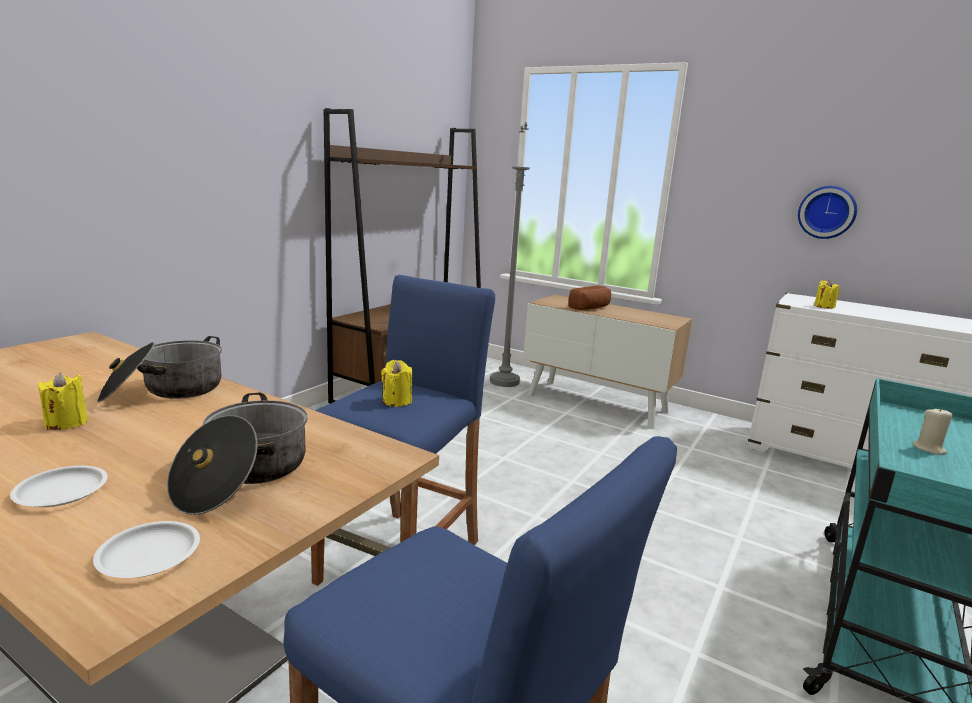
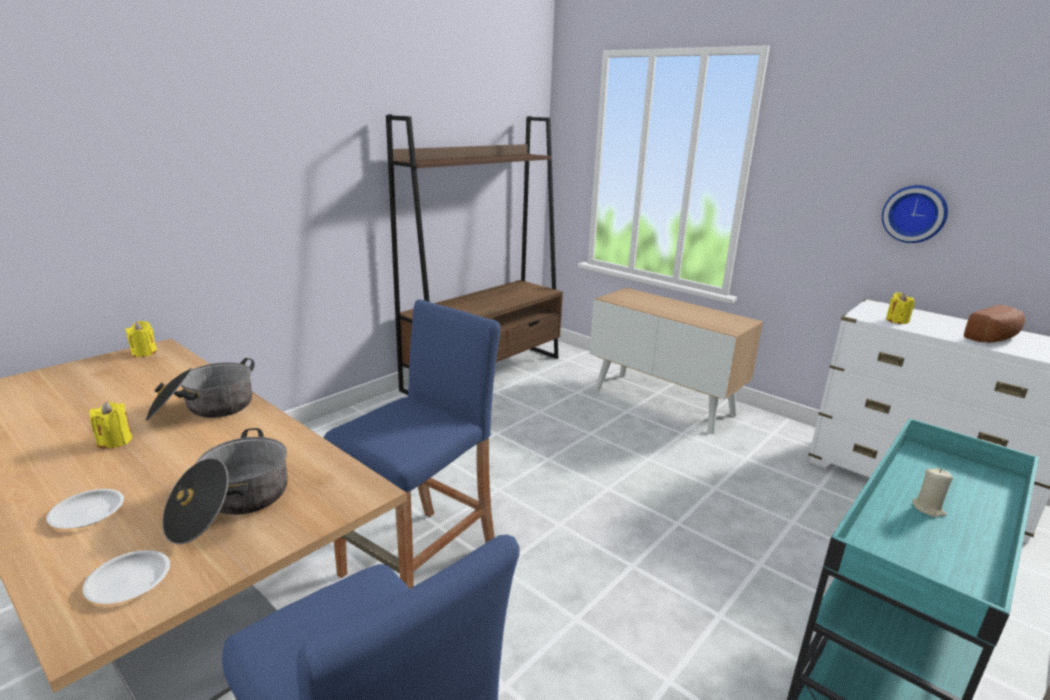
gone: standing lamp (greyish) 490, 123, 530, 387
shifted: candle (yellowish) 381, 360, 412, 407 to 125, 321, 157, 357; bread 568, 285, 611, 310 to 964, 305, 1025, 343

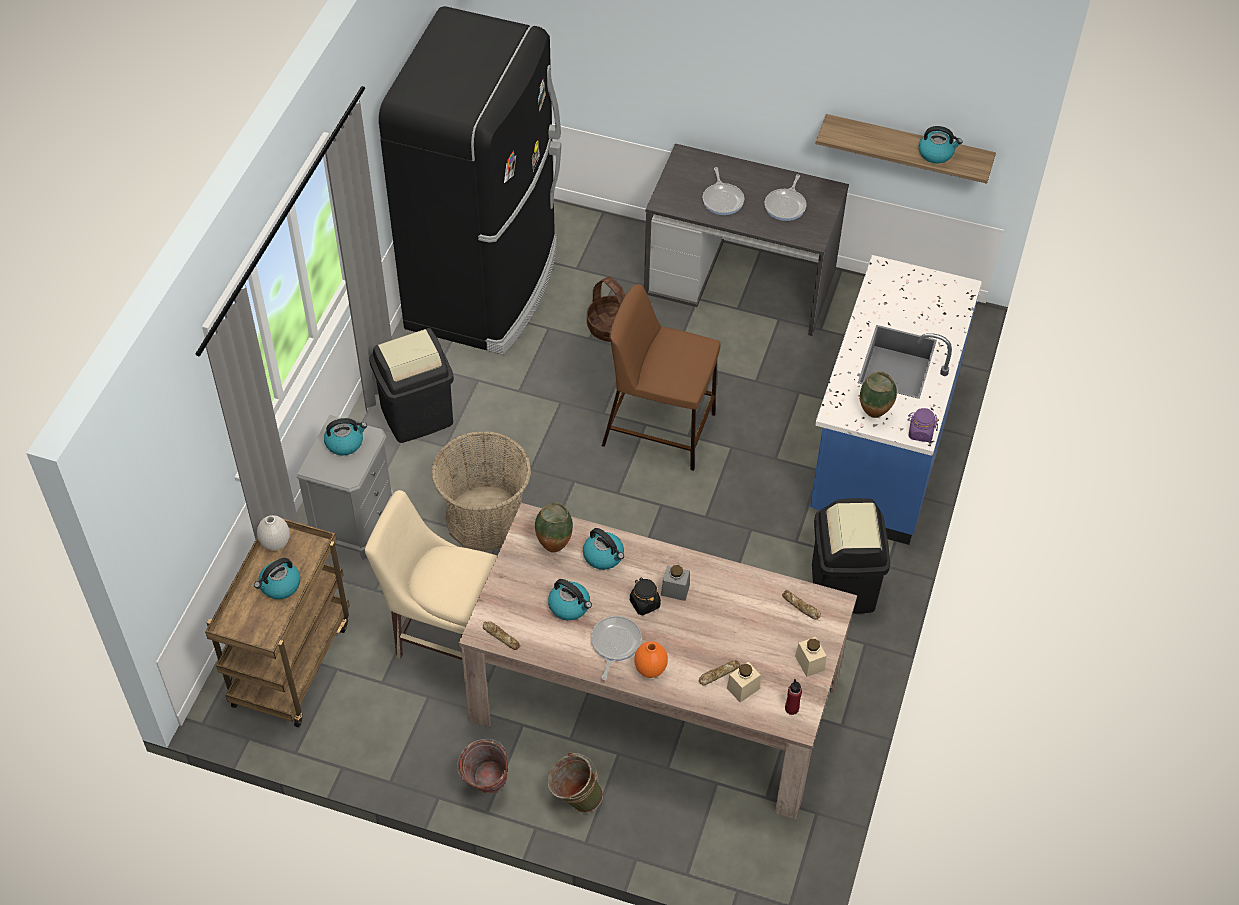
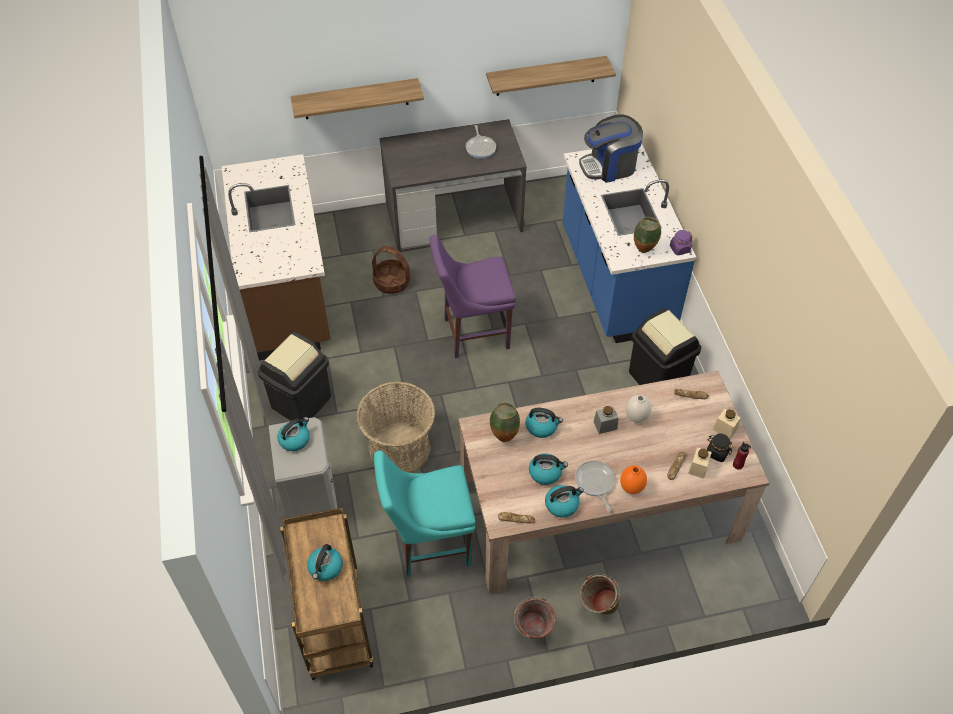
gone: frying pan 703, 167, 744, 215
new: shelf 290, 78, 424, 119; coffee brewer 579, 115, 643, 183
shifted: tea kettle 918, 126, 962, 163 to 545, 485, 584, 518; vase (white) 257, 515, 290, 551 to 626, 395, 651, 423; preserve jar (blackish) 630, 577, 661, 615 to 707, 433, 733, 462
swapped: refrigerator (blackish) 379, 6, 561, 355 to kitchen base unit (brown) 222, 154, 331, 360; stool seat (brown) 602, 284, 720, 471 to upright chair (purplish) 430, 235, 516, 358
repainted: upright chair (beige-coloured) 365, 490, 497, 660 to upright chair (blue-green) 374, 450, 476, 577

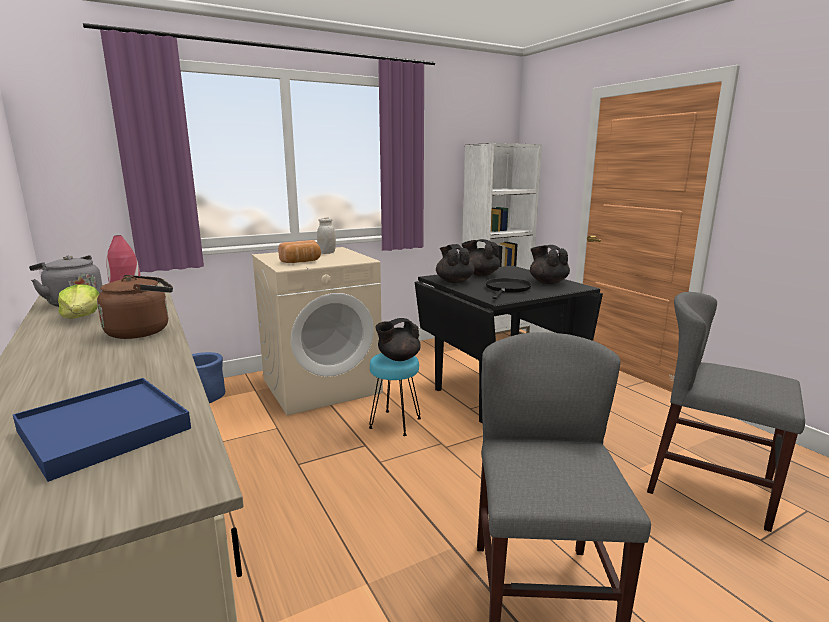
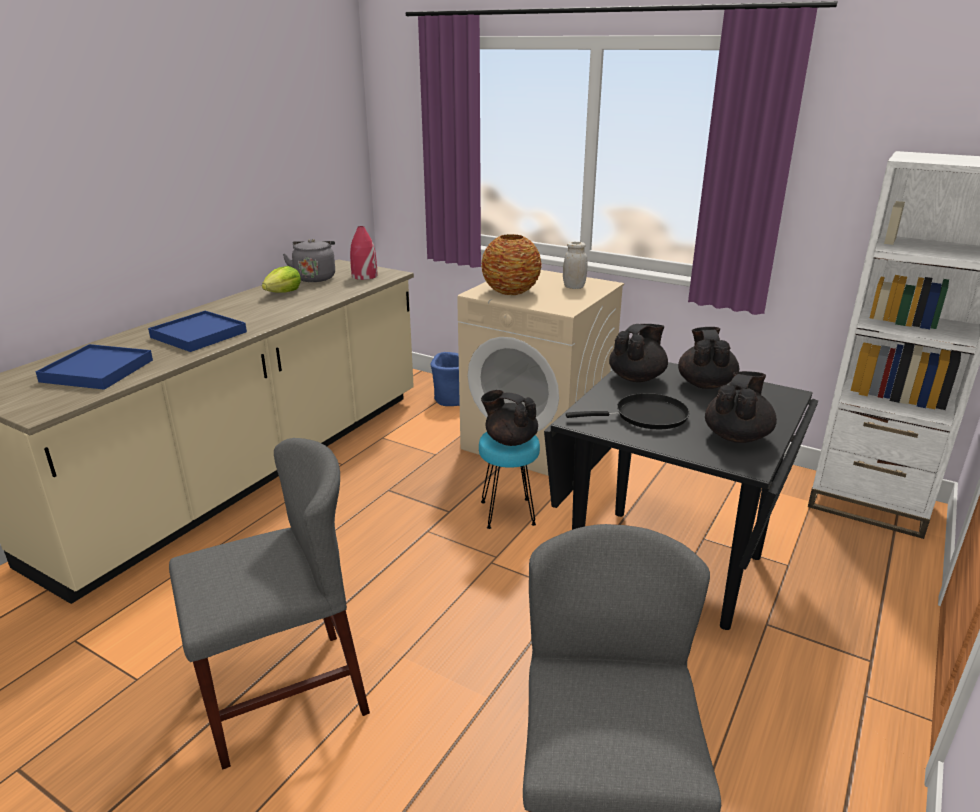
gone: tea kettle (brown) 97, 275, 173, 339
new: tray (blue) 148, 311, 247, 352
swapped: bread 278, 240, 321, 263 to vase 481, 234, 542, 295

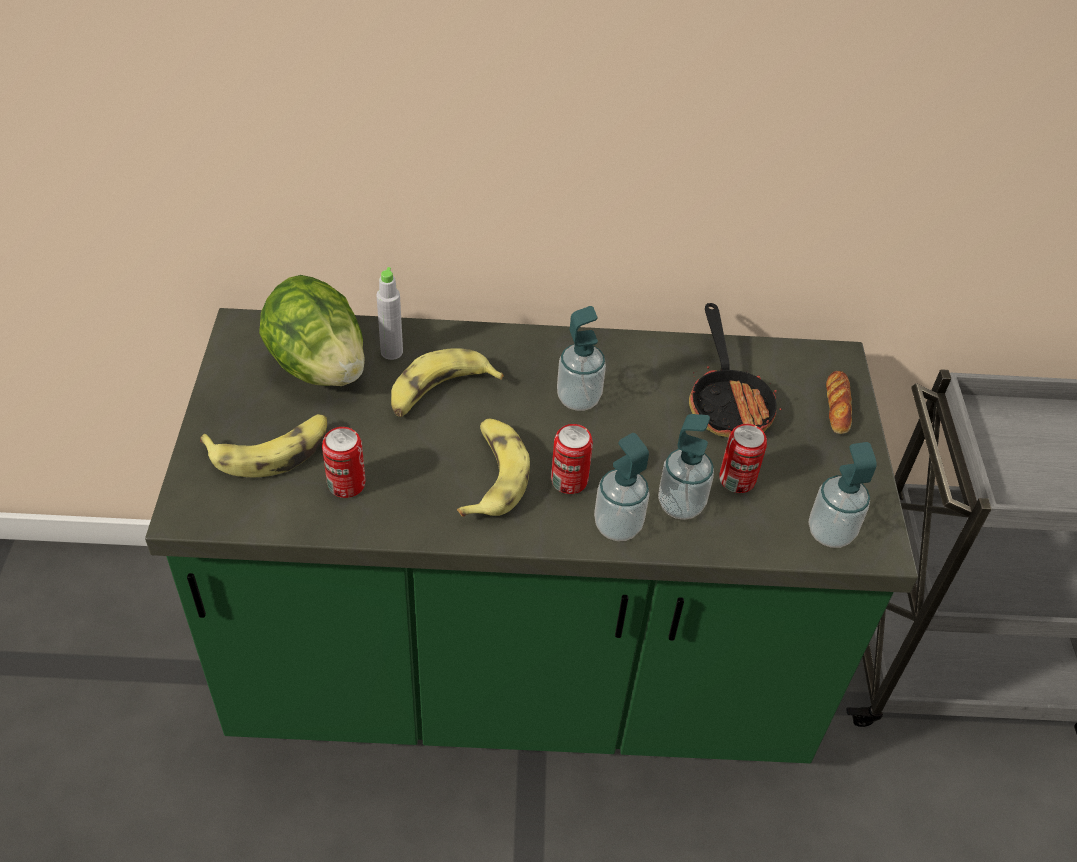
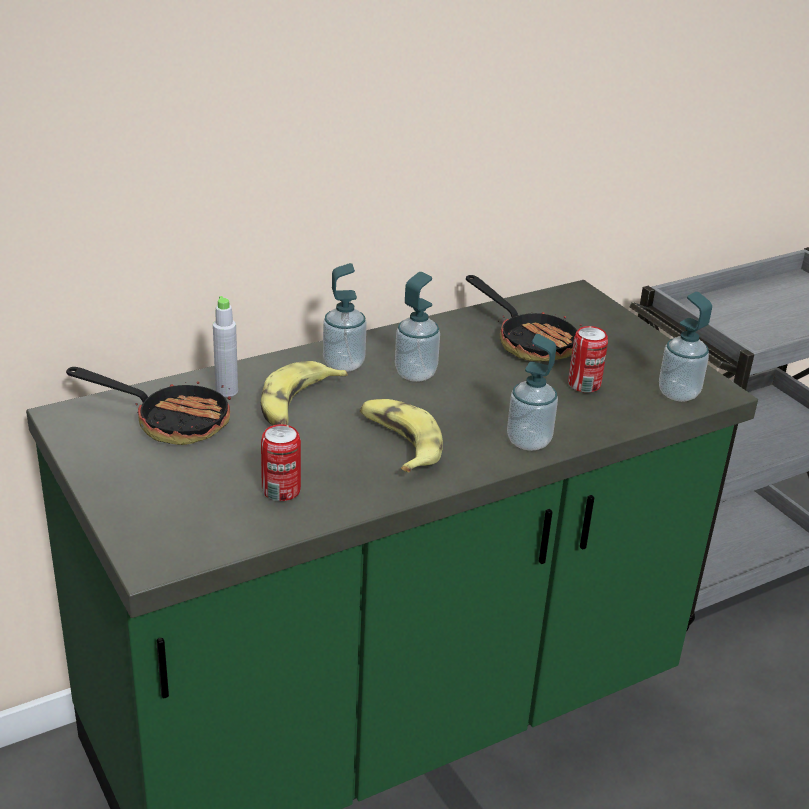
gone: whole banana 200, 414, 327, 477; can 551, 424, 593, 494; bread 826, 371, 852, 434
shifted: liquid soap bottle 658, 414, 714, 520 to 323, 263, 367, 372
swapped: head of lettuce 259, 275, 365, 386 to frying pan 66, 367, 231, 445

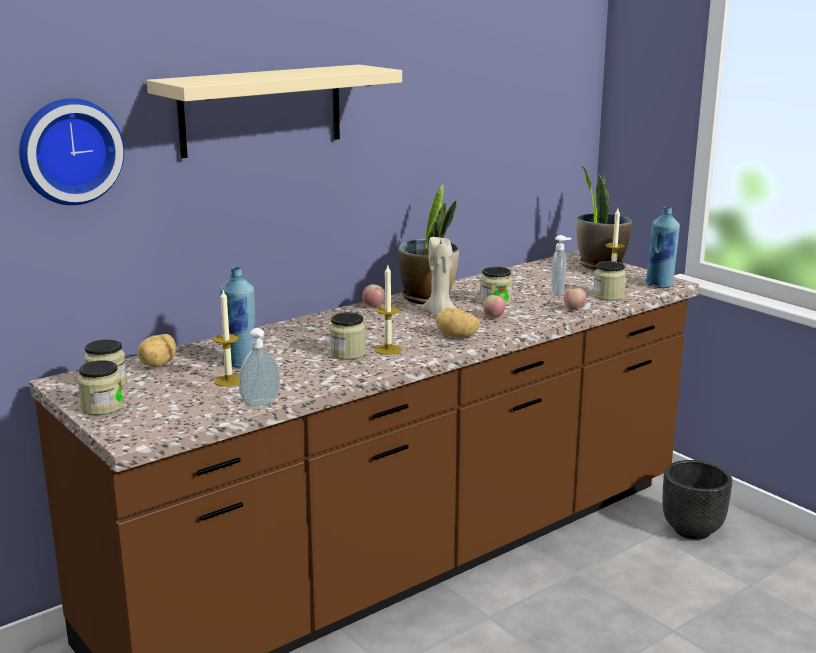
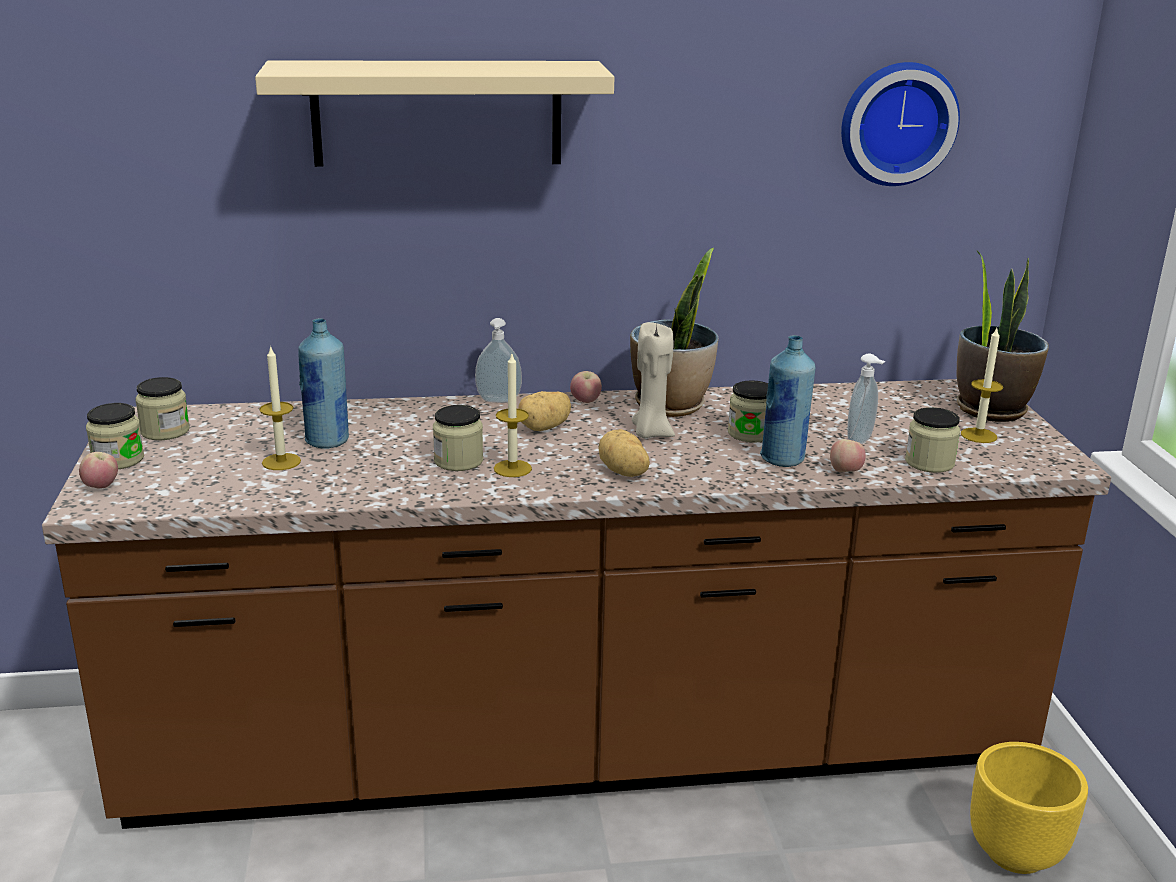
shifted: apple 483, 295, 506, 317 to 79, 452, 118, 489; liquid soap bottle 239, 328, 280, 407 to 475, 318, 522, 403; whole potato 138, 334, 176, 367 to 518, 391, 571, 431; beverage bottle (blue) 646, 206, 680, 288 to 760, 335, 815, 467; hanging clock 19, 98, 124, 205 to 841, 62, 960, 186
repainted: flower pot (blackish) 662, 460, 732, 540 to flower pot (yellowish) 970, 742, 1088, 874

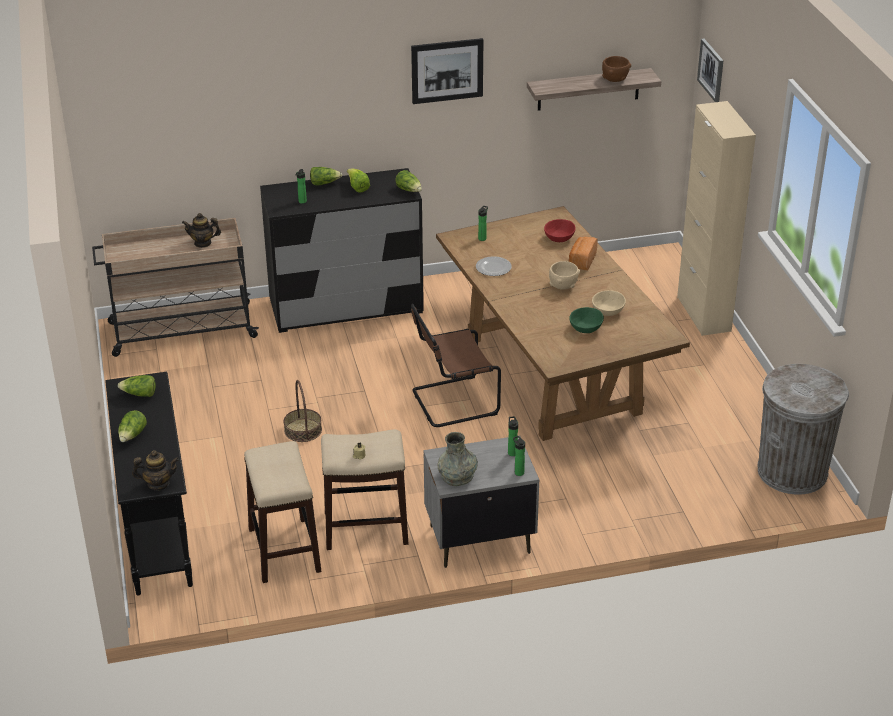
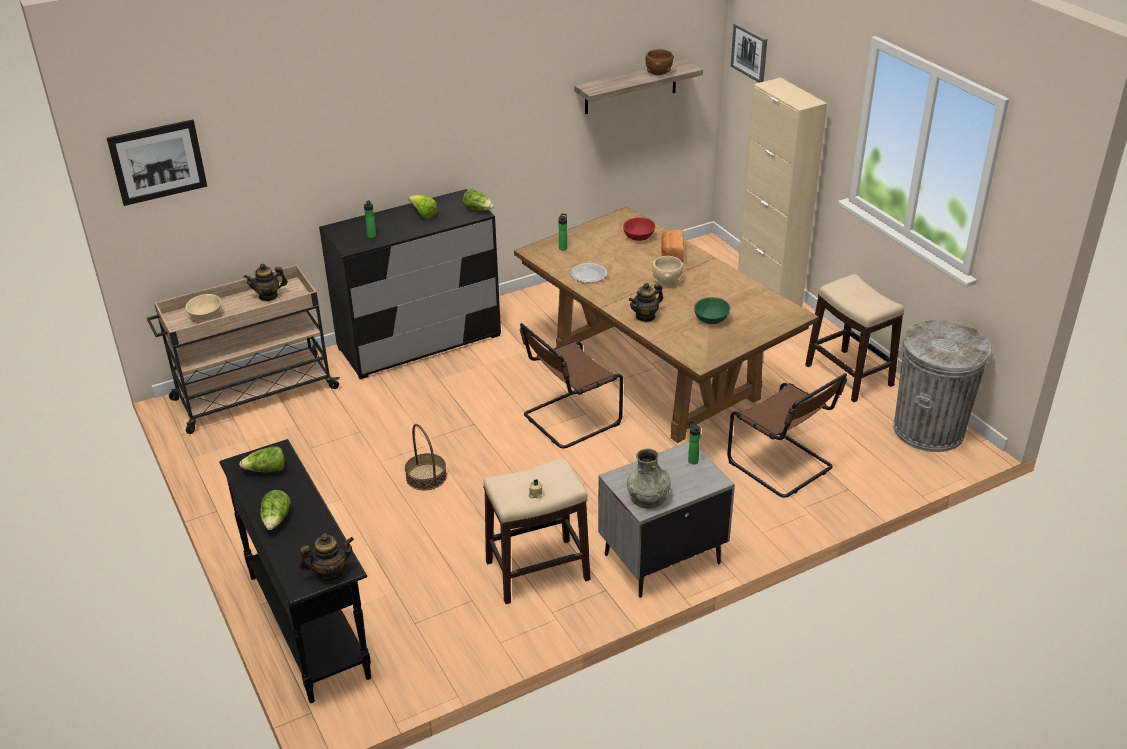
gone: head of lettuce 310, 167, 342, 185; beverage bottle 513, 436, 525, 476
new: teapot 629, 283, 663, 322; upright chair (brown) 727, 373, 847, 498
shifted: picture 411, 38, 483, 104 to 107, 120, 207, 206; deep dish (beige-coloured) 592, 290, 626, 316 to 186, 294, 221, 320; stool seat 244, 441, 321, 583 to 805, 274, 904, 402

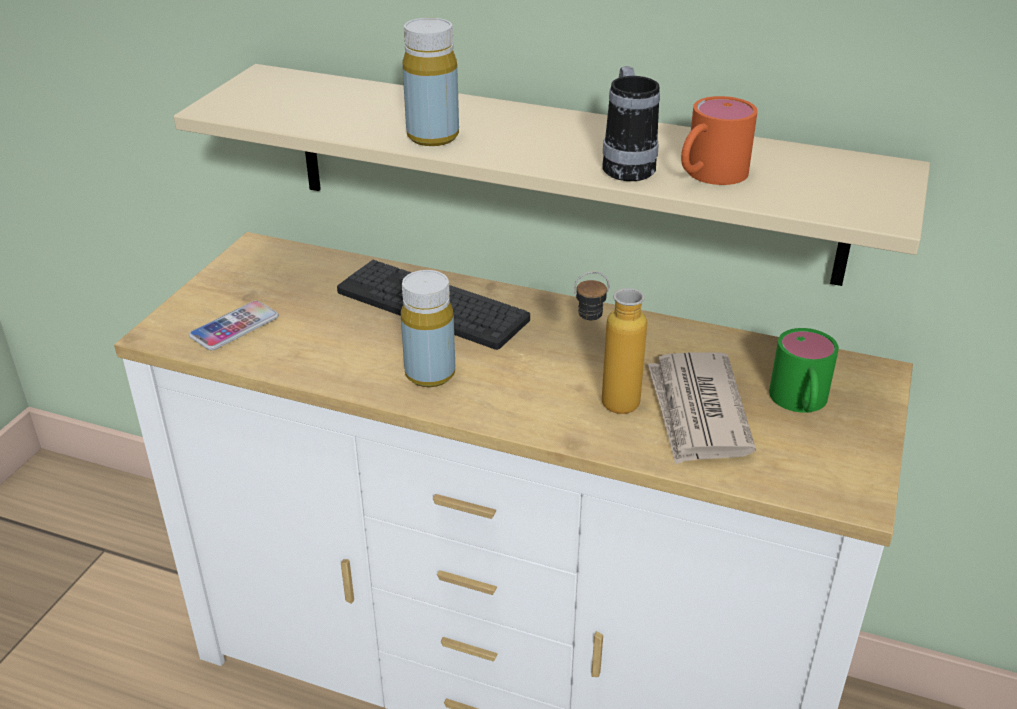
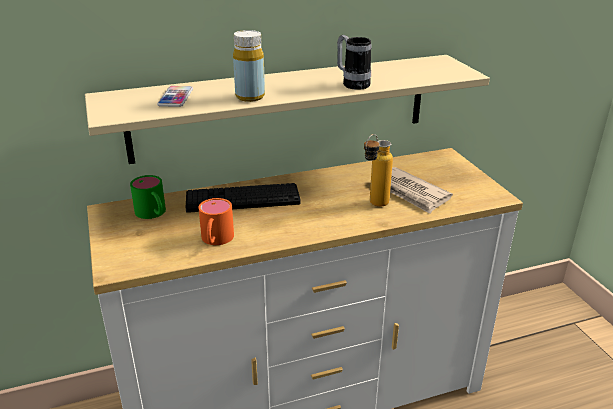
gone: beverage bottle (yellowish) 401, 270, 455, 387
shifted: mug (greenish) 769, 328, 839, 413 to 130, 175, 166, 219; phone 189, 301, 279, 350 to 157, 86, 193, 107; mug (orangey) 681, 96, 758, 185 to 198, 198, 234, 245

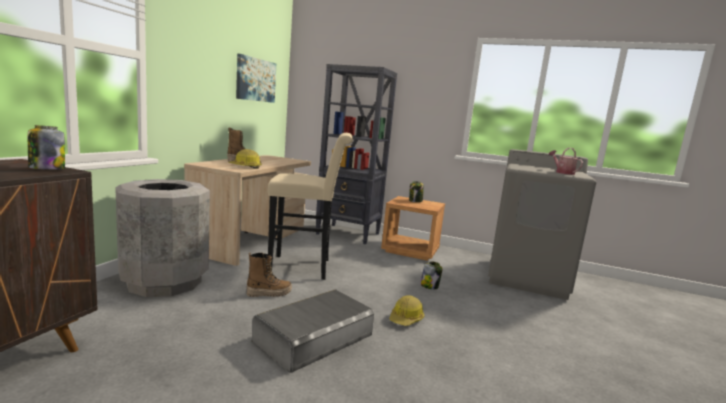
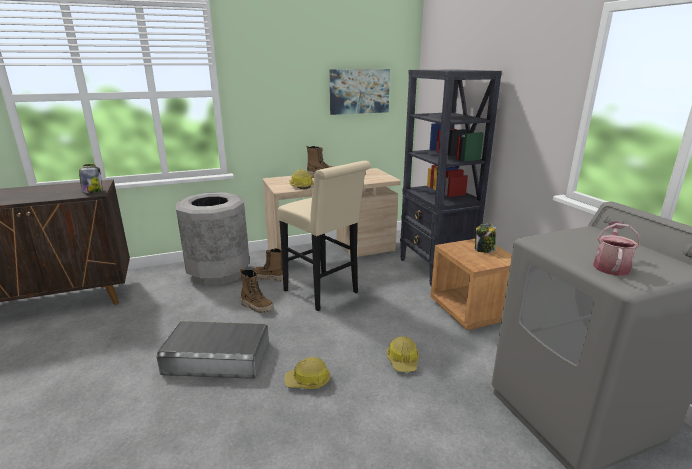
new: boot 253, 248, 283, 281
swapped: preserve jar 420, 261, 443, 290 to safety helmet 386, 336, 419, 372

